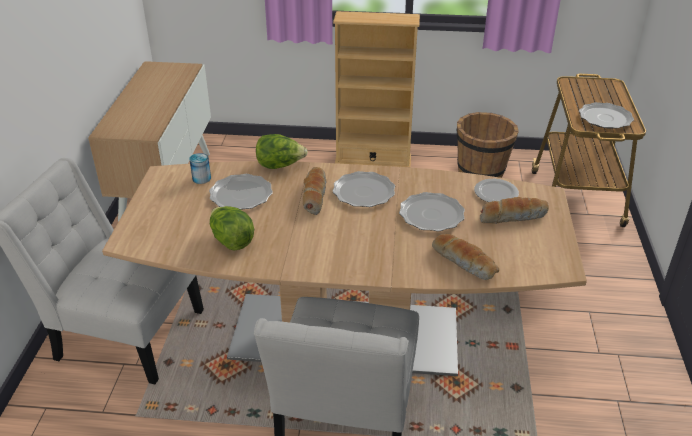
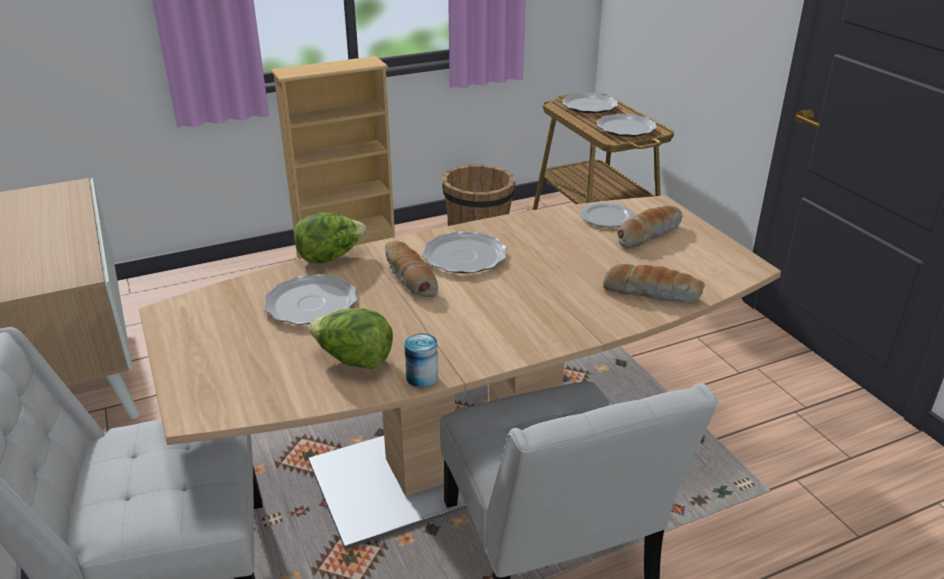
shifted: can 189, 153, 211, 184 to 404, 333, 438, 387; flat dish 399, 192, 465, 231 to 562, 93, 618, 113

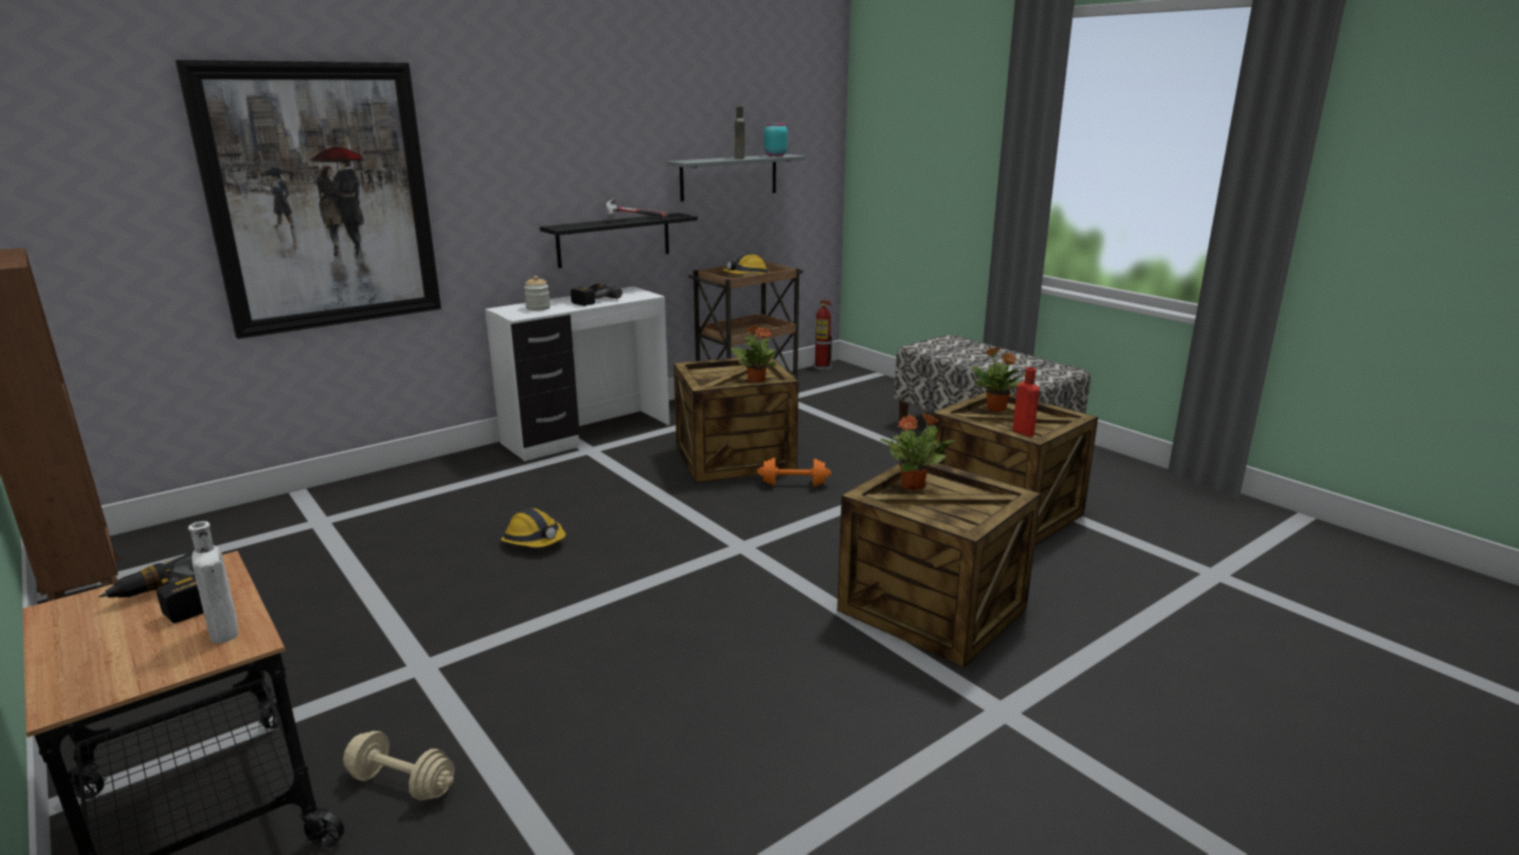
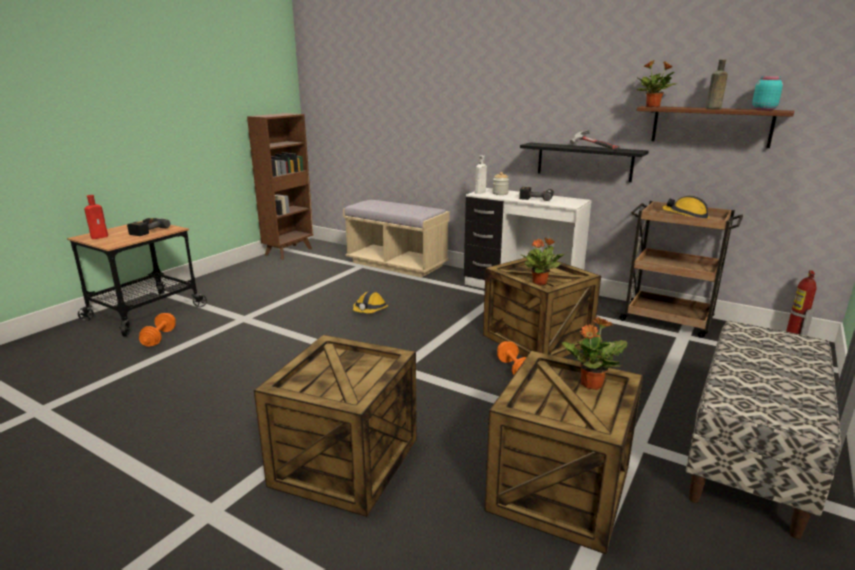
gone: picture 175, 60, 441, 339
new: bench (beige-coloured) 343, 200, 450, 277
shifted: beverage bottle (red) 1013, 367, 1039, 437 to 84, 195, 108, 239; beverage bottle (white) 188, 521, 238, 643 to 475, 155, 487, 194; houseplant 880, 413, 955, 490 to 636, 60, 677, 107
repainted: dumbbell (beige-coloured) 343, 731, 455, 801 to dumbbell (orangey) 139, 313, 176, 347; shelf (greyish) 667, 154, 806, 201 to shelf (brown) 637, 106, 794, 148

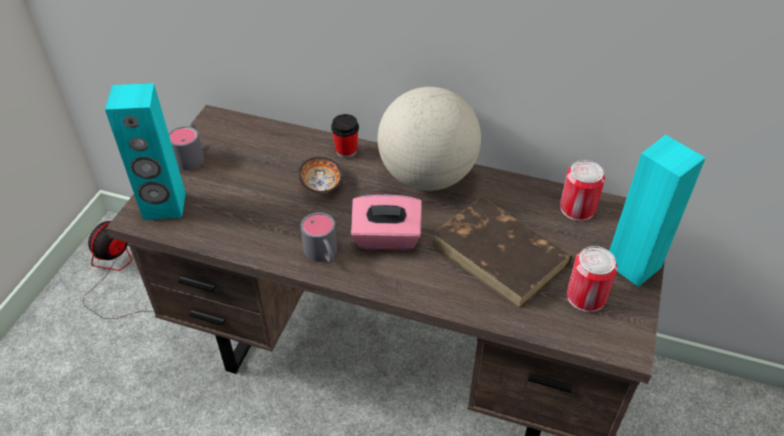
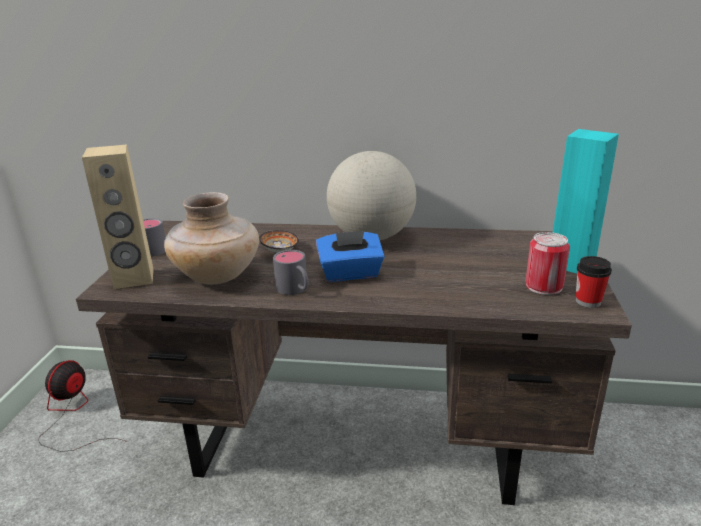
gone: book (brown) 432, 197, 572, 310; can 560, 160, 605, 221
new: vase (beige-coloured) 164, 192, 259, 285
shifted: drinking cup 331, 114, 359, 159 to 576, 256, 612, 308
repainted: speaker (blue-green) 105, 83, 186, 220 to speaker (beige-coloured) 82, 144, 154, 289; tissue box (pink) 351, 195, 422, 250 to tissue box (blue) 316, 231, 385, 282

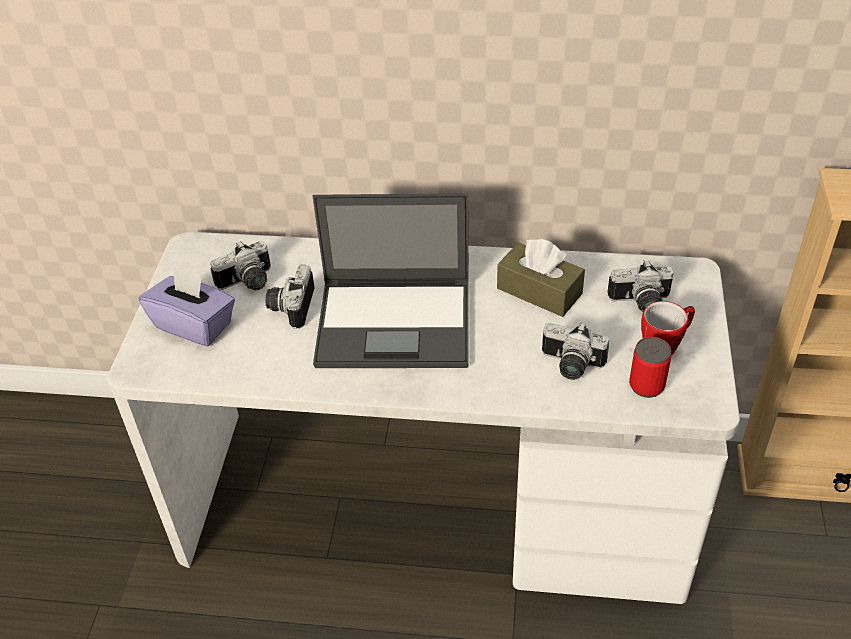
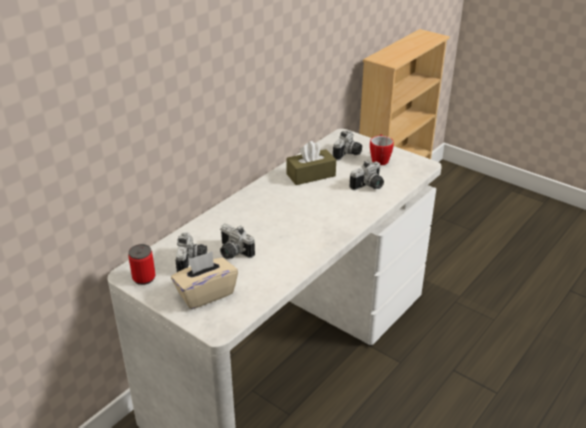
gone: laptop 313, 193, 469, 368
shifted: can 629, 337, 671, 398 to 128, 244, 156, 285
repainted: tissue box (purplish) 139, 268, 235, 346 to tissue box (beige-coloured) 171, 251, 238, 309

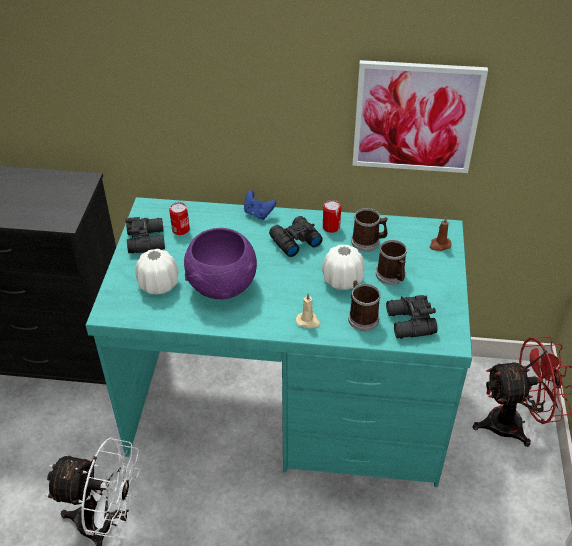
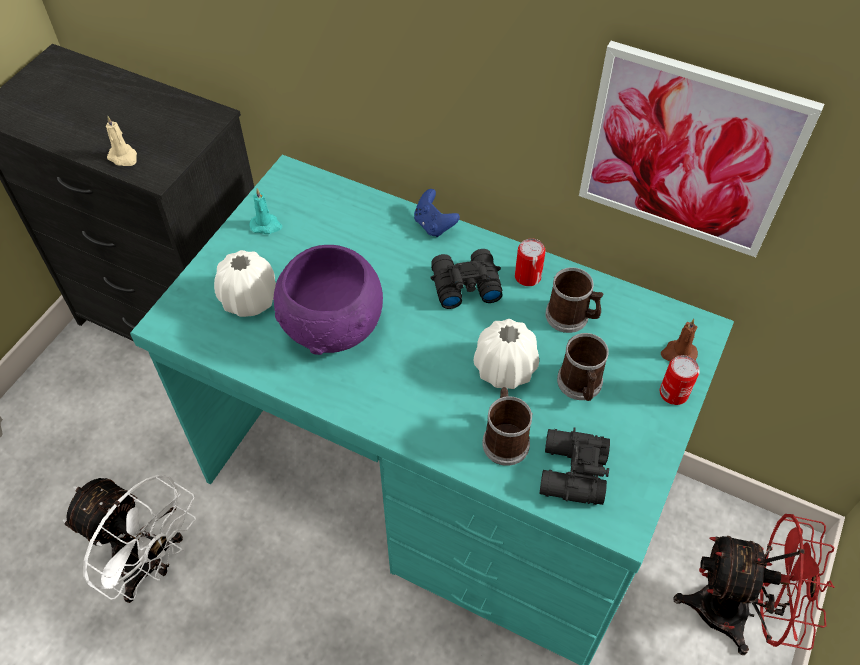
shifted: candle (beige-coloured) 296, 293, 321, 328 to 106, 116, 137, 166; can 169, 202, 190, 235 to 660, 355, 700, 405
swapped: binoculars (blackish) 125, 217, 165, 254 to candle (blue-green) 249, 188, 282, 234

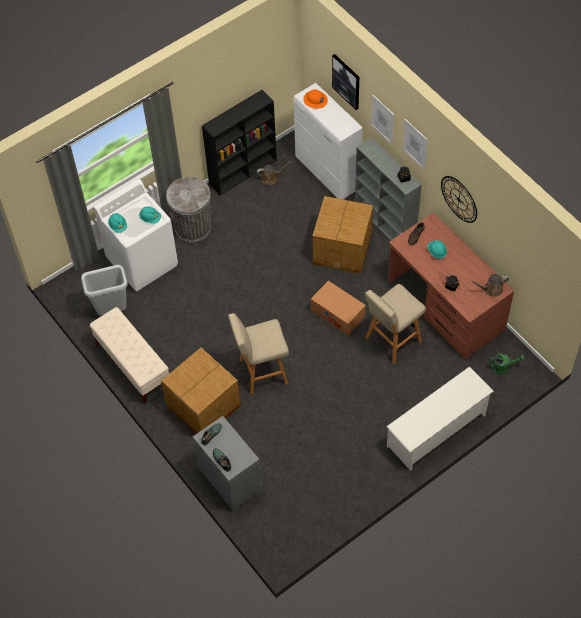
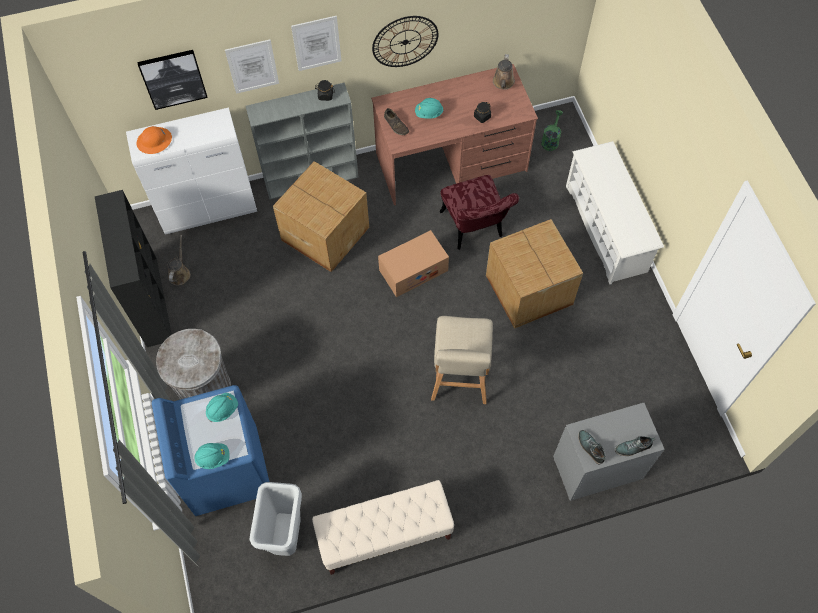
shifted: carton 161, 348, 241, 434 to 486, 219, 583, 329
swapped: stool seat (beige-coloured) 365, 284, 426, 364 to upright chair (red) 440, 175, 519, 250
repainted: laundry machine (white) 94, 179, 178, 291 to laundry machine (blue) 152, 385, 269, 516

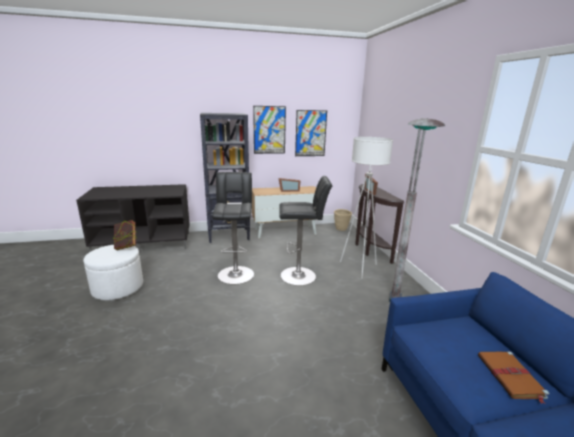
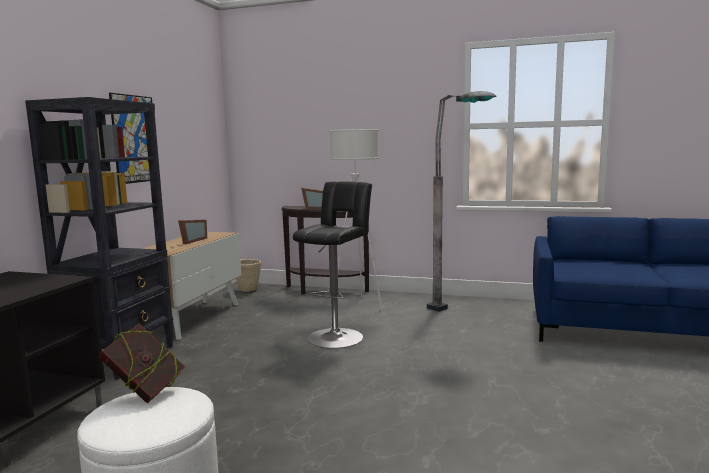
gone: stool seat (blackish) 212, 172, 254, 284; picture 295, 110, 327, 156; book (brown) 478, 351, 549, 404

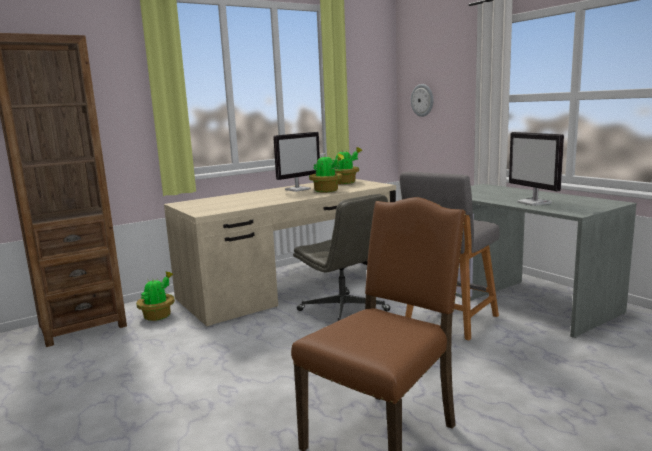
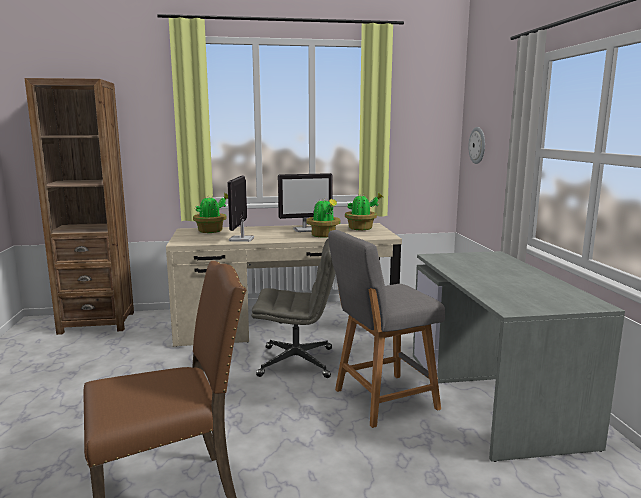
shifted: houseplant 136, 271, 175, 321 to 193, 193, 228, 233; computer display 509, 132, 564, 206 to 227, 176, 254, 242
rotated: computer chair (greyish) 293, 194, 390, 321 = 251, 239, 336, 378 75 degrees counterclockwise

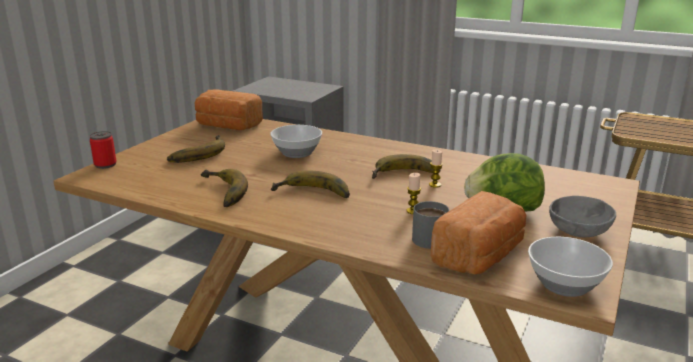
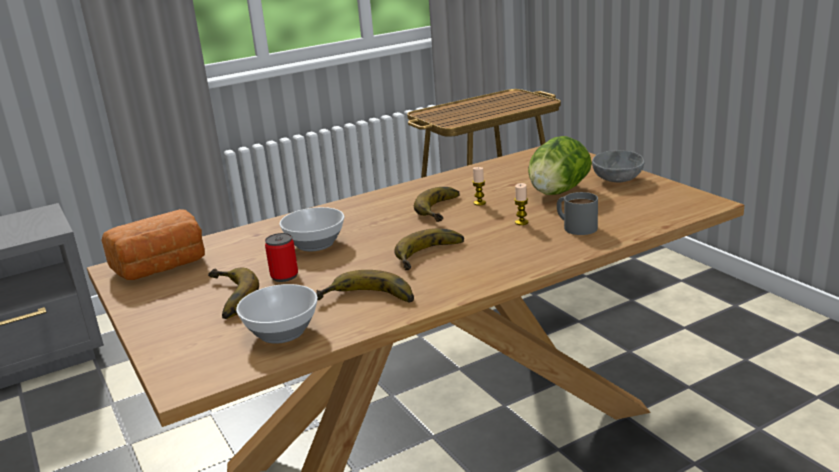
gone: bread 431, 191, 526, 275
shifted: deep dish 528, 237, 613, 297 to 236, 284, 318, 344; can 90, 131, 117, 169 to 265, 233, 298, 282

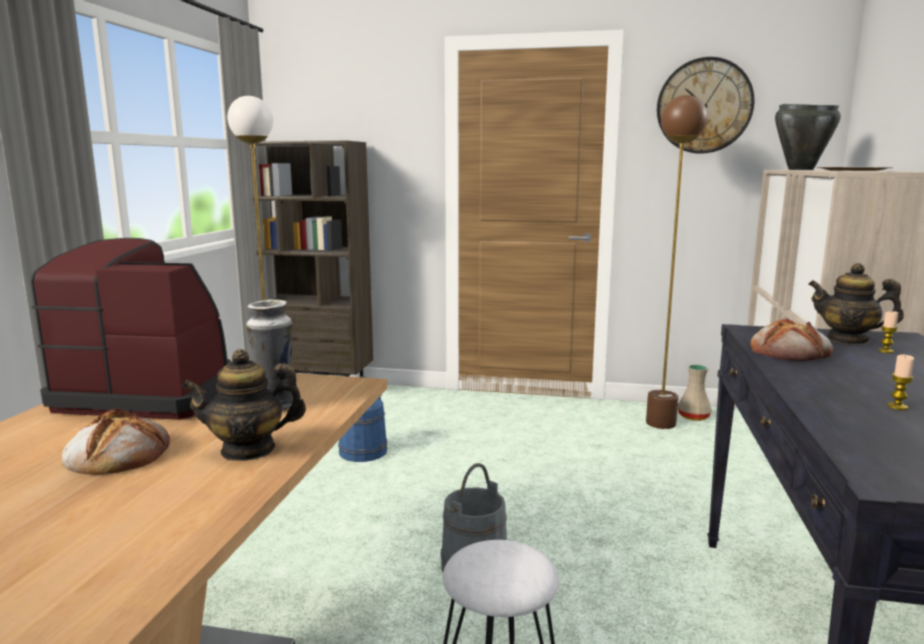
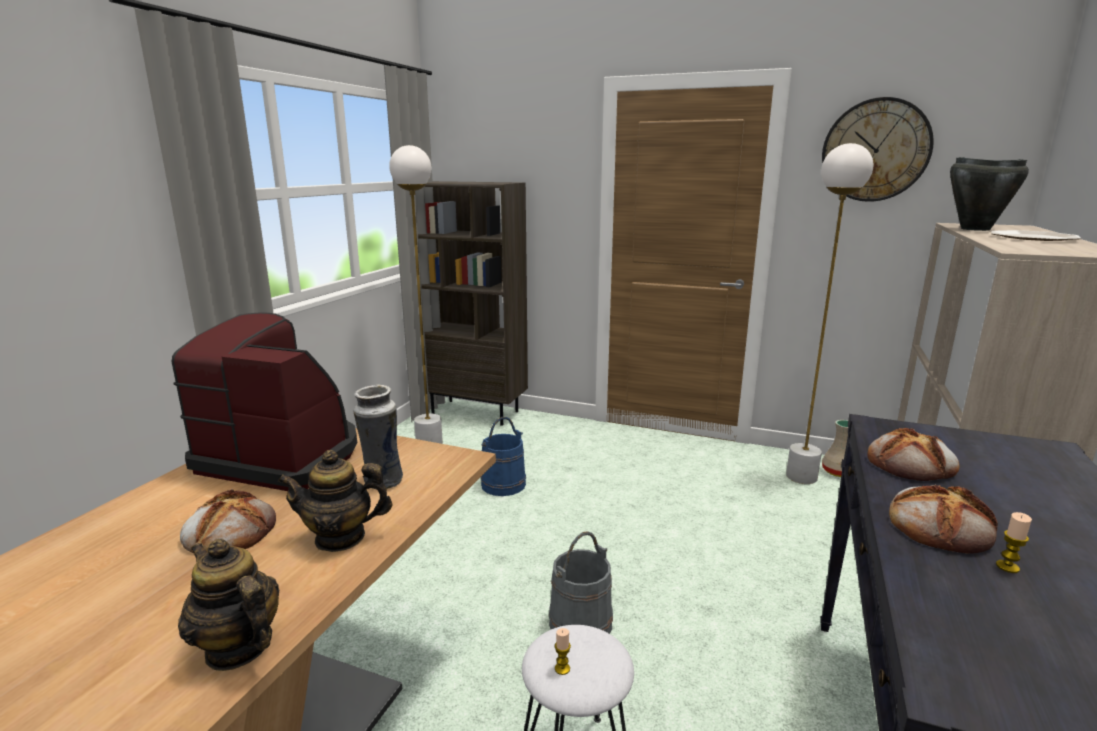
new: bread 889, 484, 998, 554
shifted: teapot 808, 263, 904, 345 to 178, 539, 279, 671; candle 878, 311, 899, 353 to 555, 628, 571, 675
repainted: standing lamp (brown) 646, 95, 708, 429 to standing lamp (white) 786, 143, 874, 484

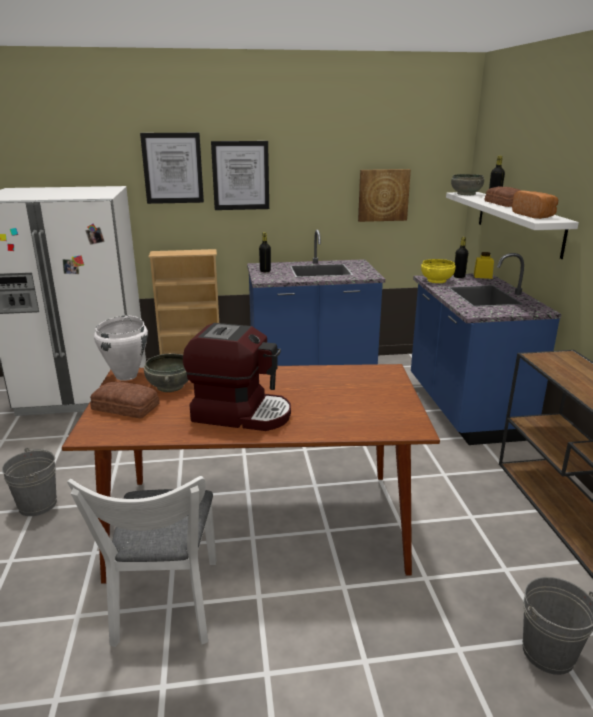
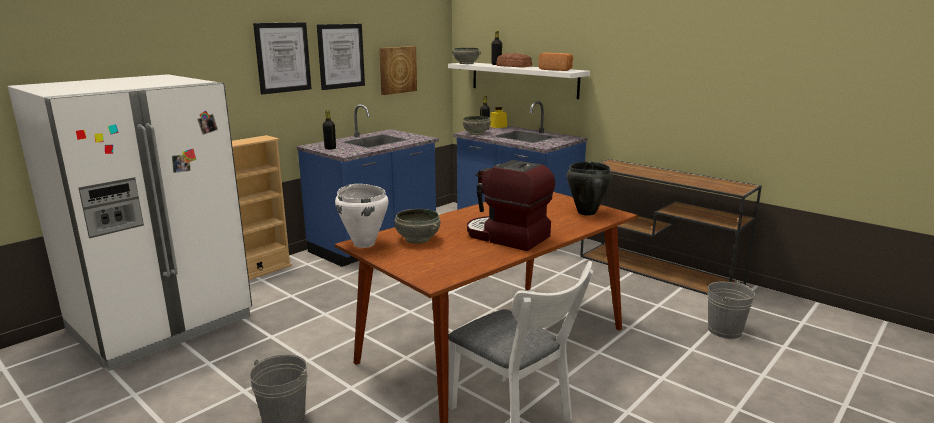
gone: bread 90, 381, 160, 418
new: cooking pot (blackish) 567, 161, 612, 216
shifted: picture 140, 133, 204, 204 to 317, 24, 365, 90
repainted: deep dish (yellowish) 421, 259, 456, 283 to deep dish (greyish) 463, 116, 491, 135
rotated: coffee brewer 183, 323, 291, 431 = 467, 160, 555, 251 120 degrees counterclockwise

